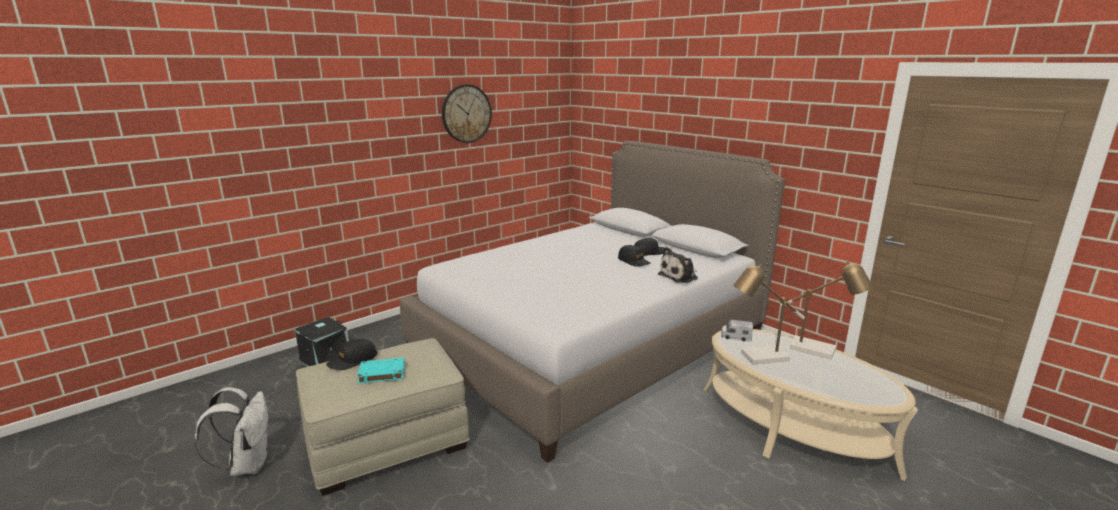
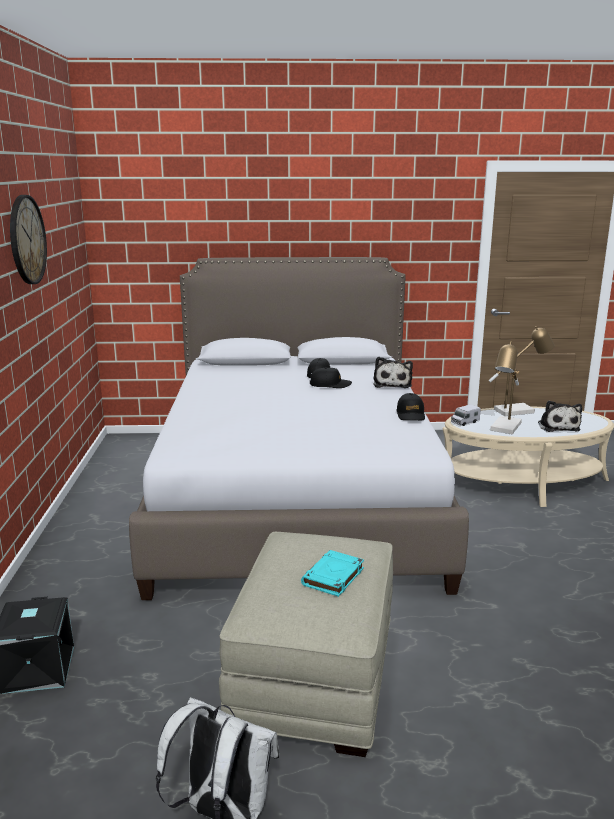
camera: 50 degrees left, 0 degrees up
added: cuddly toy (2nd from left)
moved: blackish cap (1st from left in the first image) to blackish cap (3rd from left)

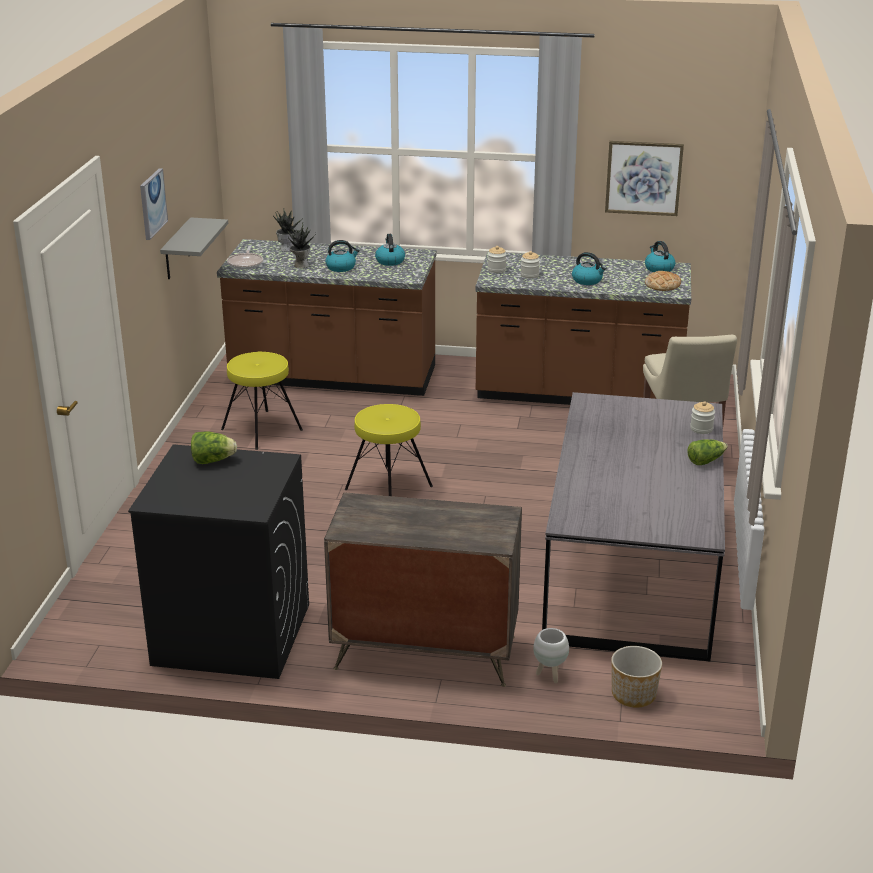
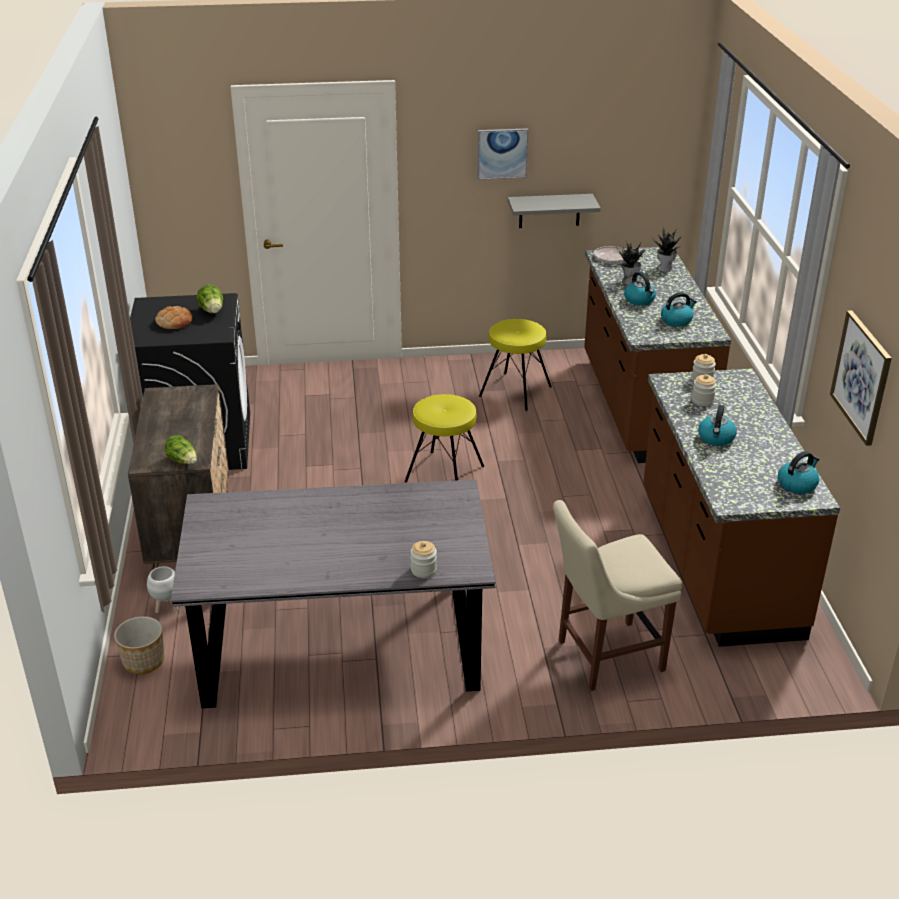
camera: 75 degrees right, 5 degrees up
moved: bakery bread; lettuce head (2nd from left in the first image) to lettuce head (1st from left)

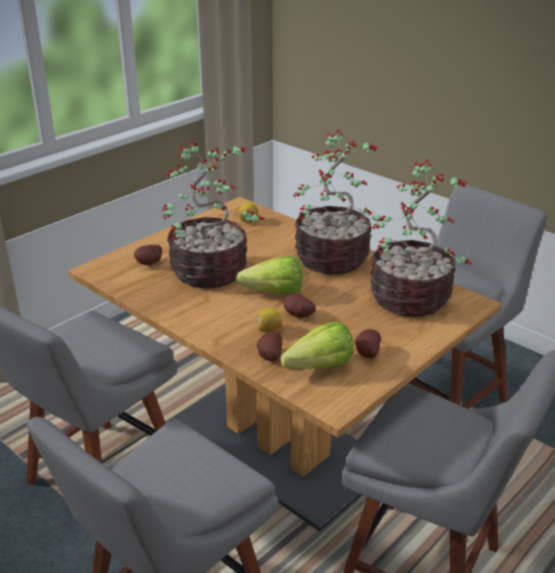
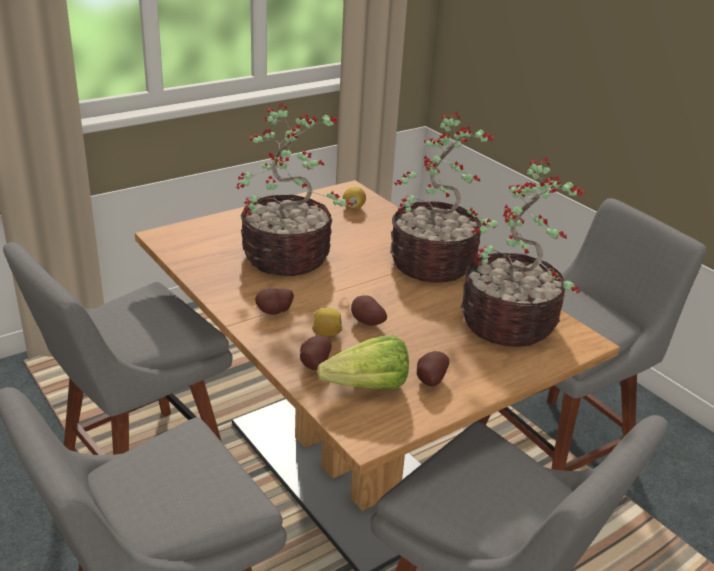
camera: 10 degrees right, 0 degrees up
removed: lettuce head (1st from left)
moved: potato (1st from left)

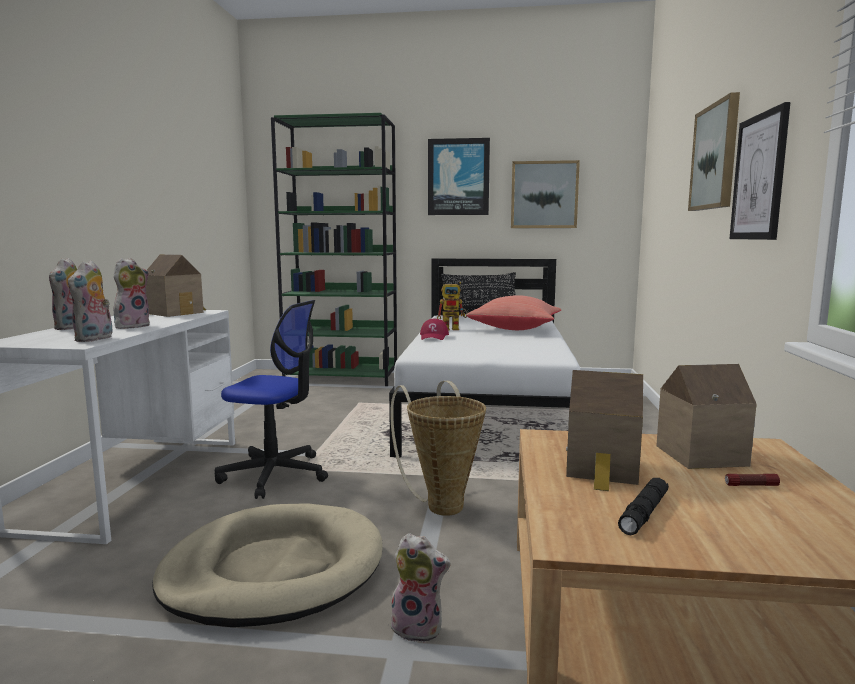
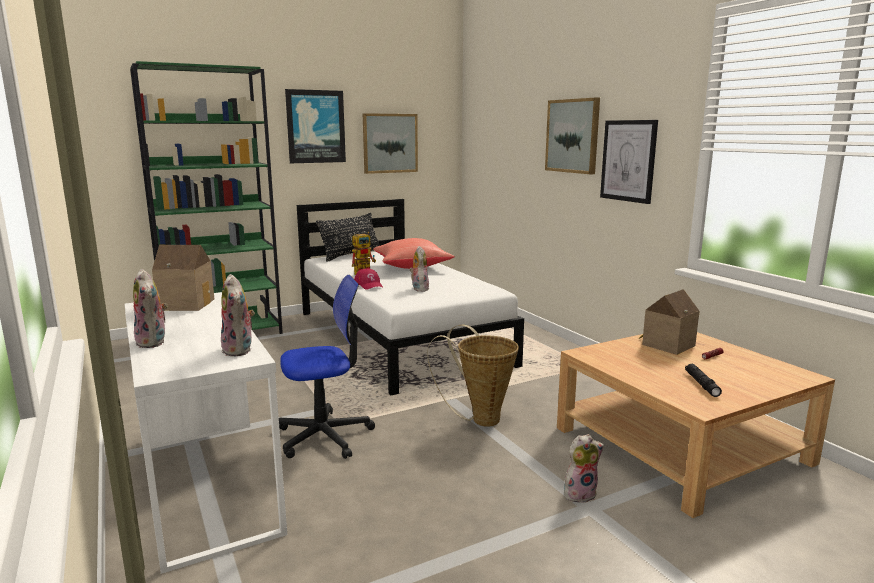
camera: 35 degrees left, 5 degrees up
removed: model house (2nd from left); beige-coloured pet bed
moved: cuddly toy (3rd from left)

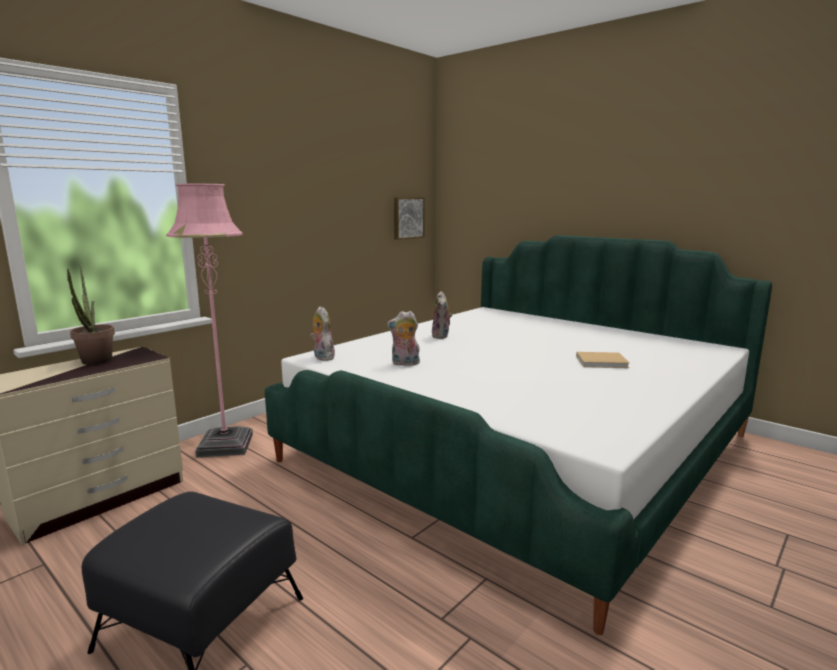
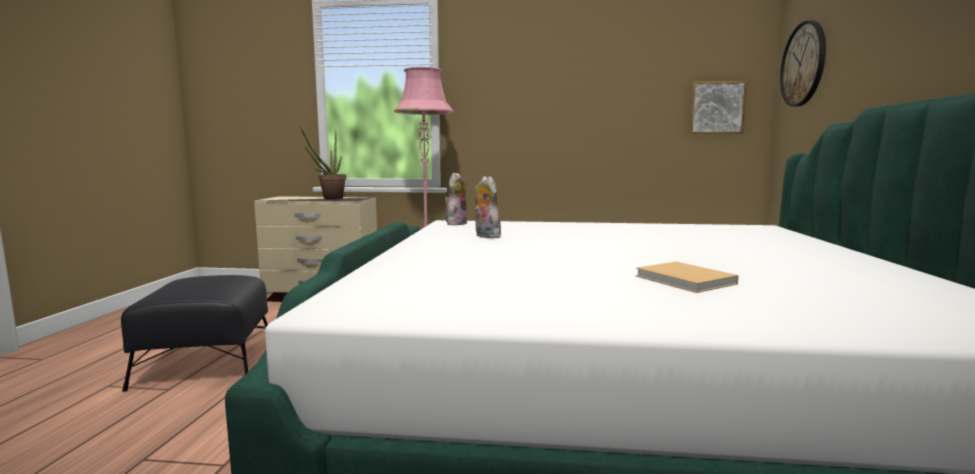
camera: 55 degrees right, 5 degrees down
removed: cuddly toy (3rd from left)
added: hanging clock

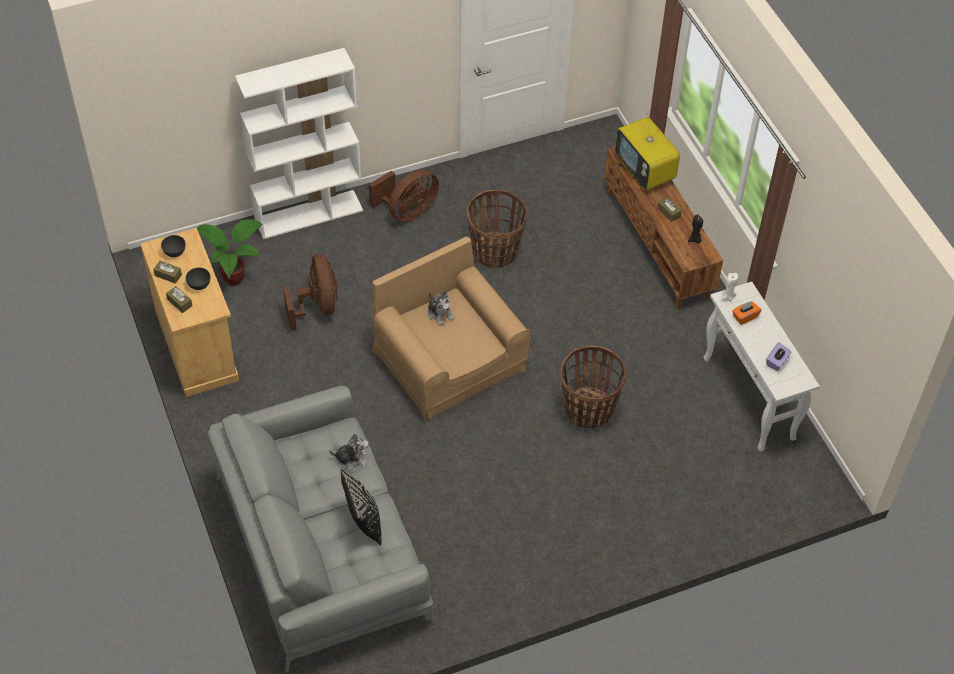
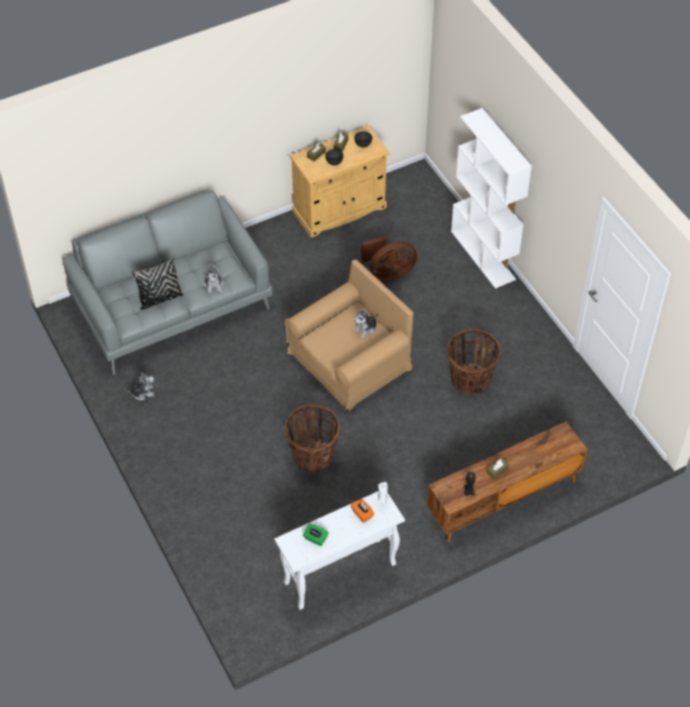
camera: 85 degrees right, 0 degrees up
removed: television; brownish fan (2nd from left); plant in a pot
added: cuddly toy (1st from left)
recoloured: purple-coloured tissue holder to green-coloured tissue holder

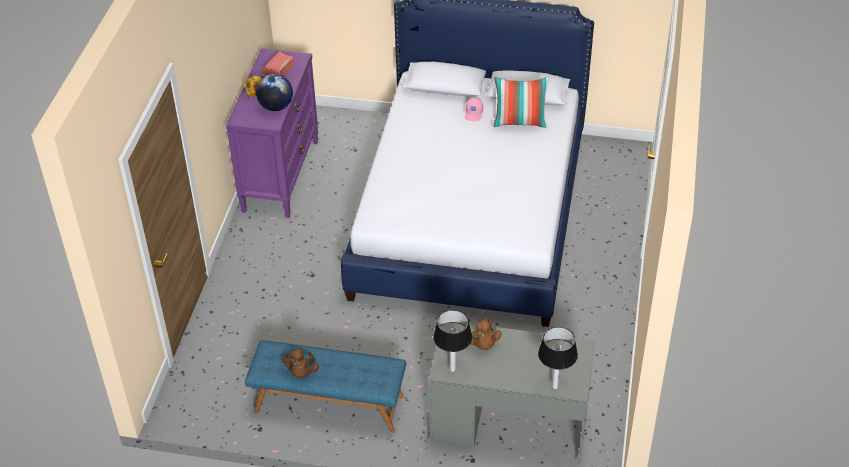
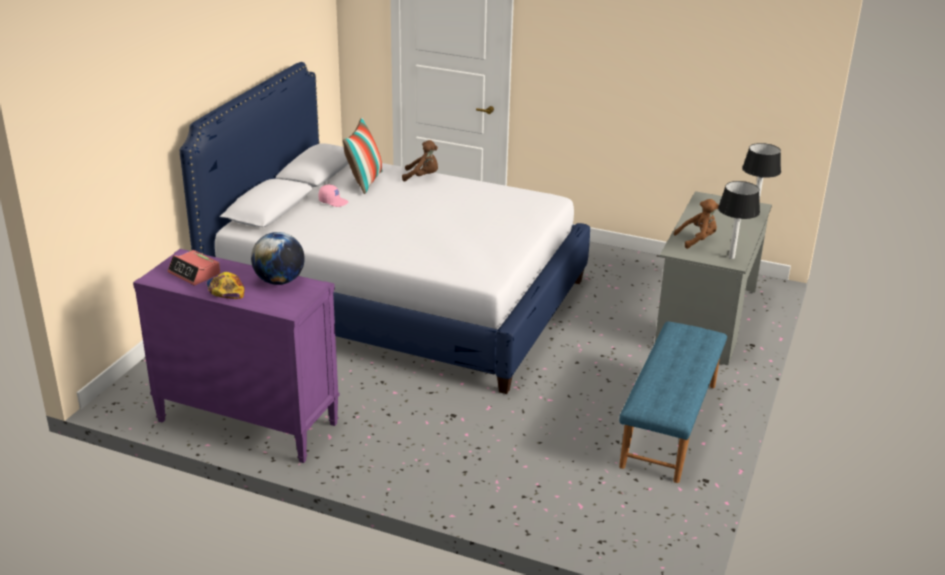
camera: 80 degrees left, 15 degrees down
moved: brownish cuddly toy (1st from left)

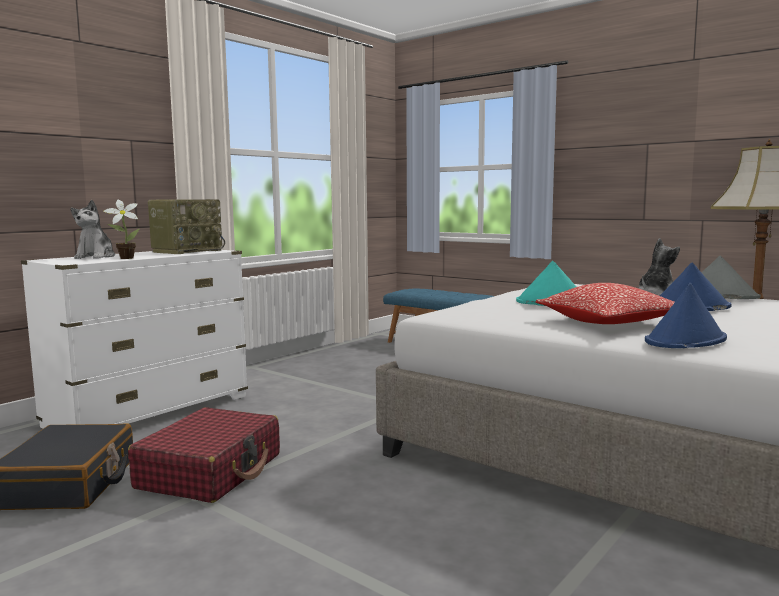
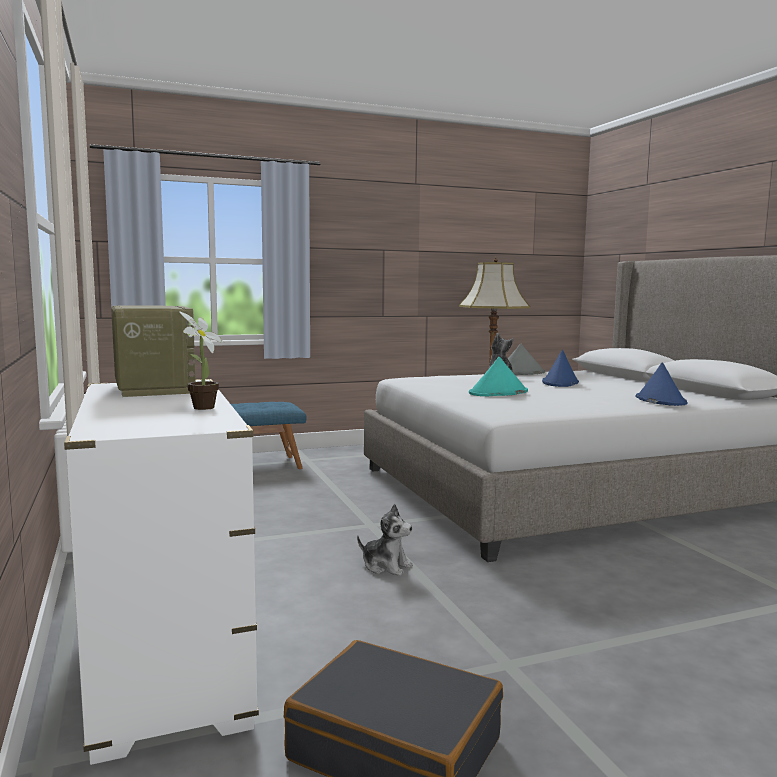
camera: 60 degrees left, 0 degrees up
removed: throw pillow; reddish piece of luggage
moved: cuddly toy (1st from left)

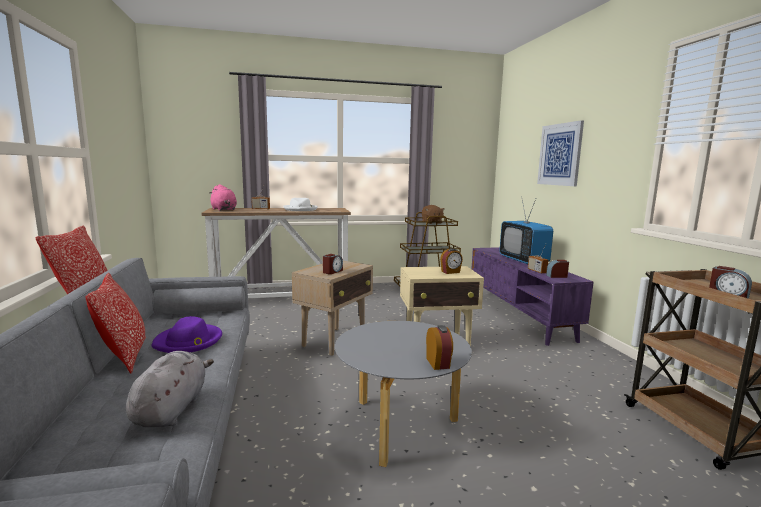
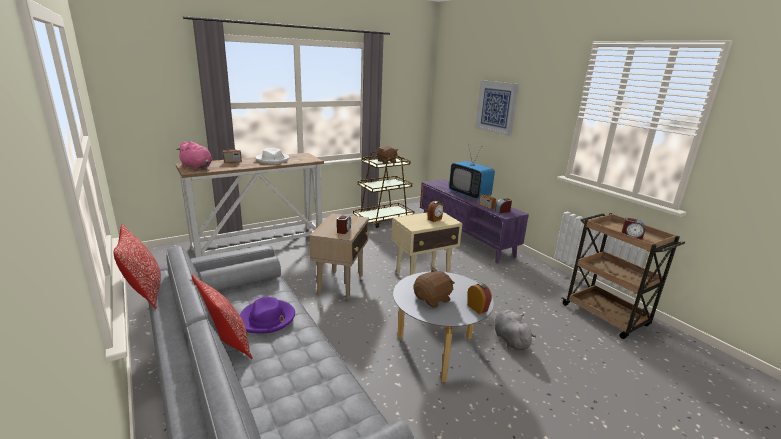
camera: 20 degrees left, 10 degrees up
added: brownish cuddly toy (2nd from left)
moved: grey cuddly toy

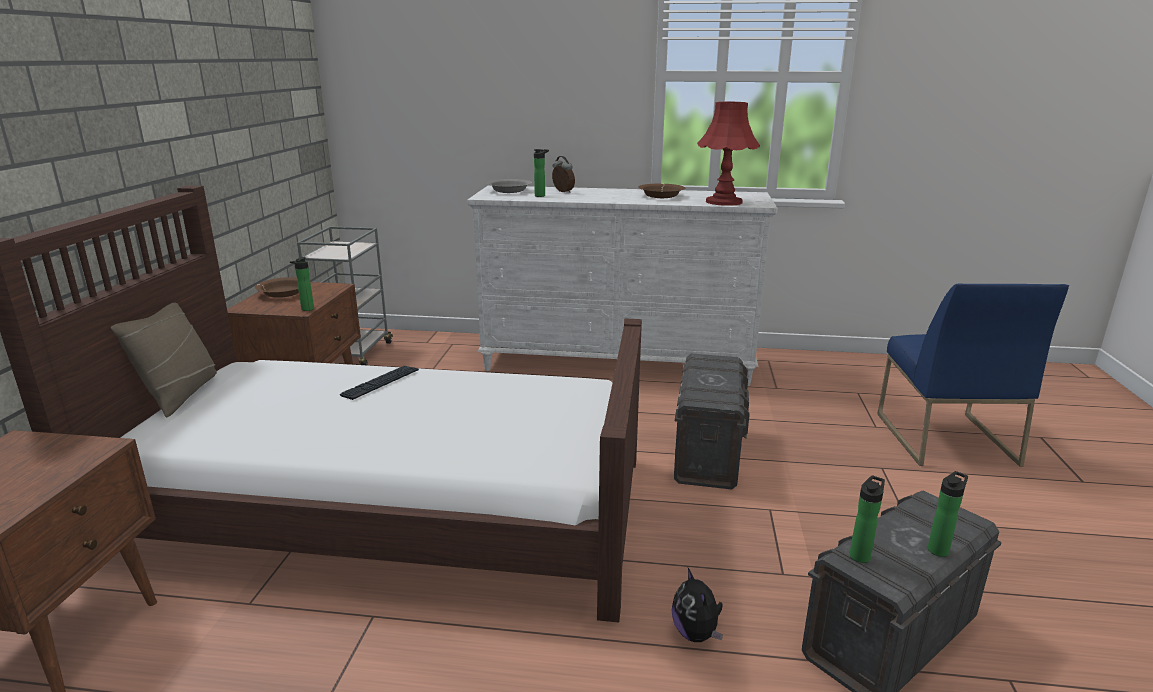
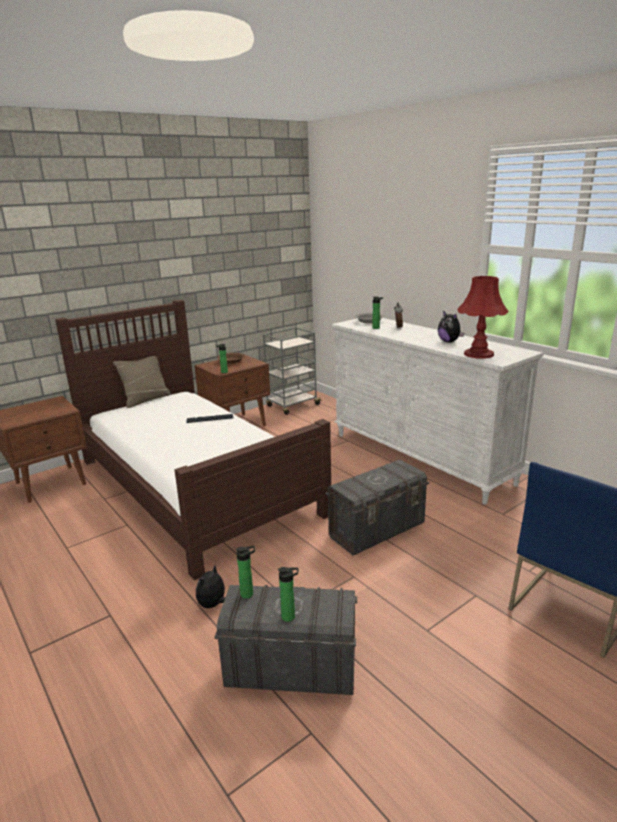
camera: 45 degrees right, 0 degrees up
replaced: brownish bowl (2nd from left) to cuddly toy (2nd from left)

